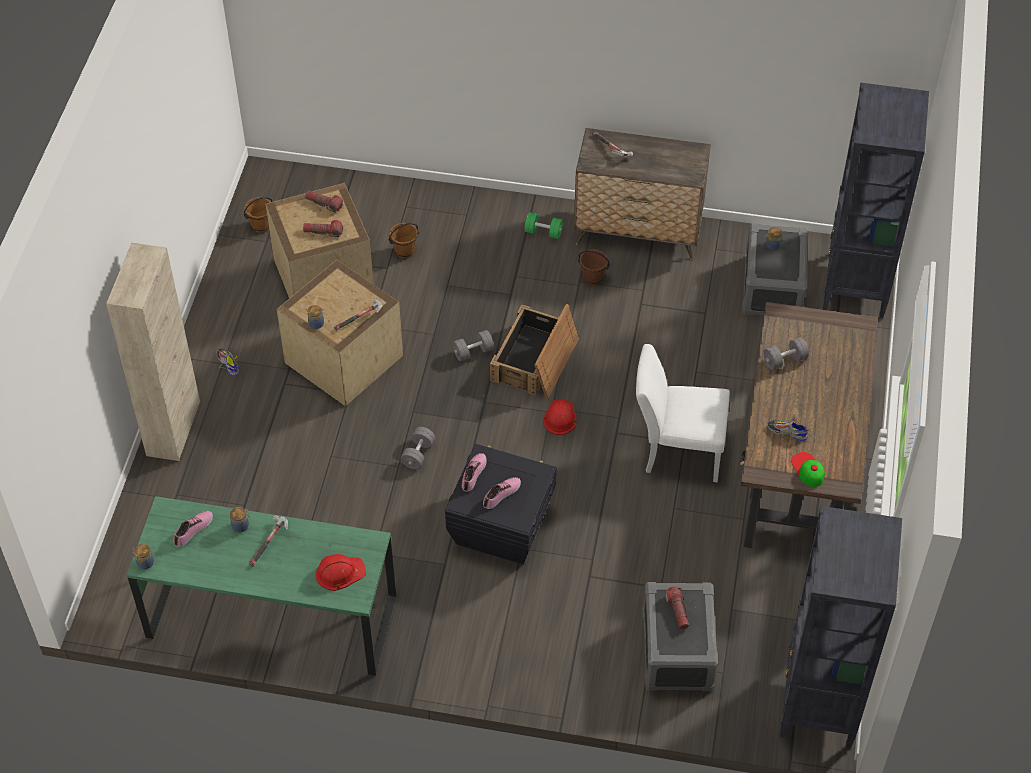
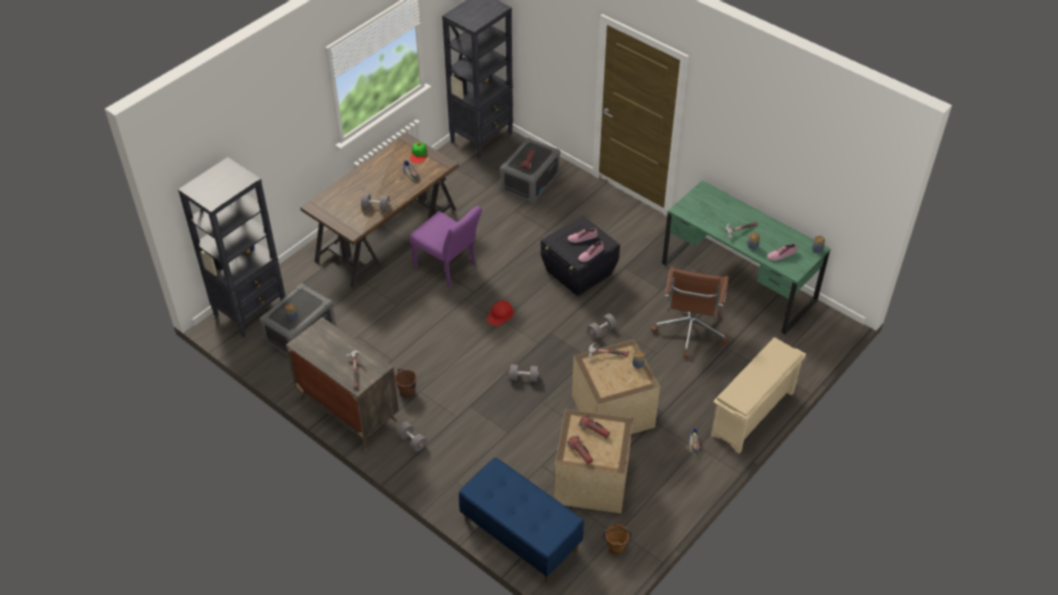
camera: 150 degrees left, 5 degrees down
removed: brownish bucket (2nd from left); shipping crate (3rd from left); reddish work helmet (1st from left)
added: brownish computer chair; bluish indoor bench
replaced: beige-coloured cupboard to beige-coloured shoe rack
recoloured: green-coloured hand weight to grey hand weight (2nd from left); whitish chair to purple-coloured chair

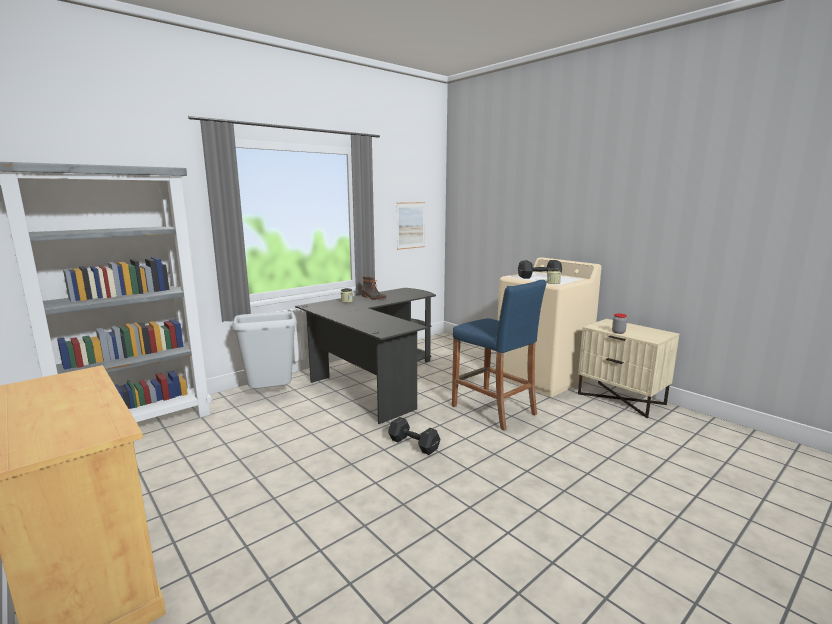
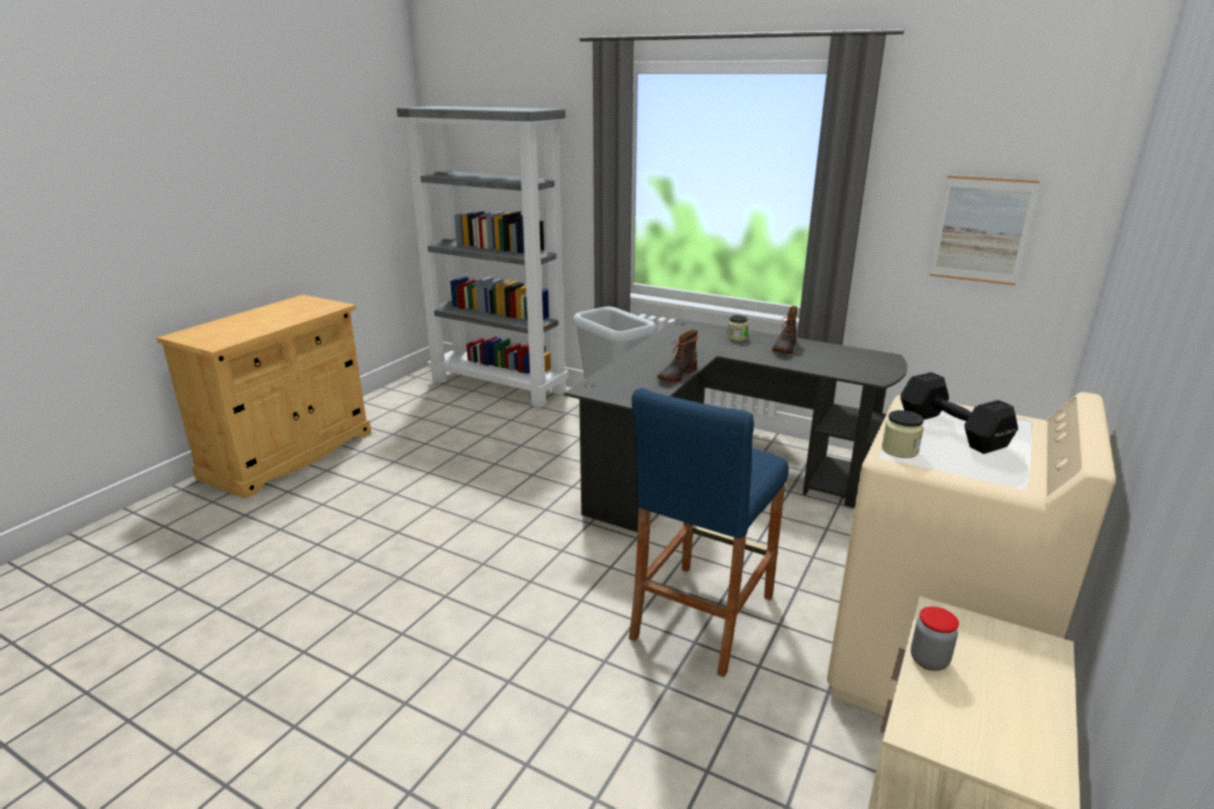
camera: 70 degrees right, 10 degrees up
removed: blackish hand weight (1st from left)
added: high-top boot (1st from left)

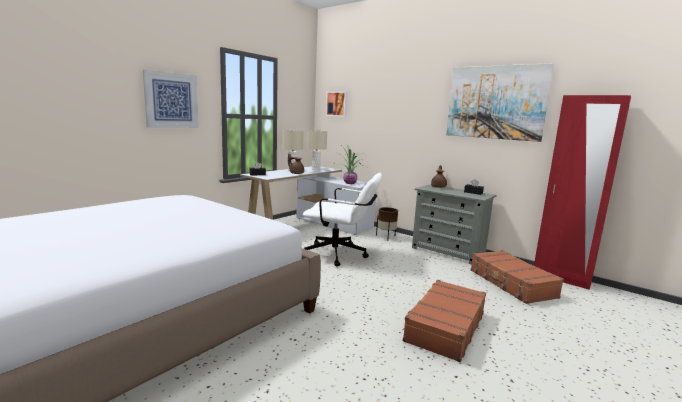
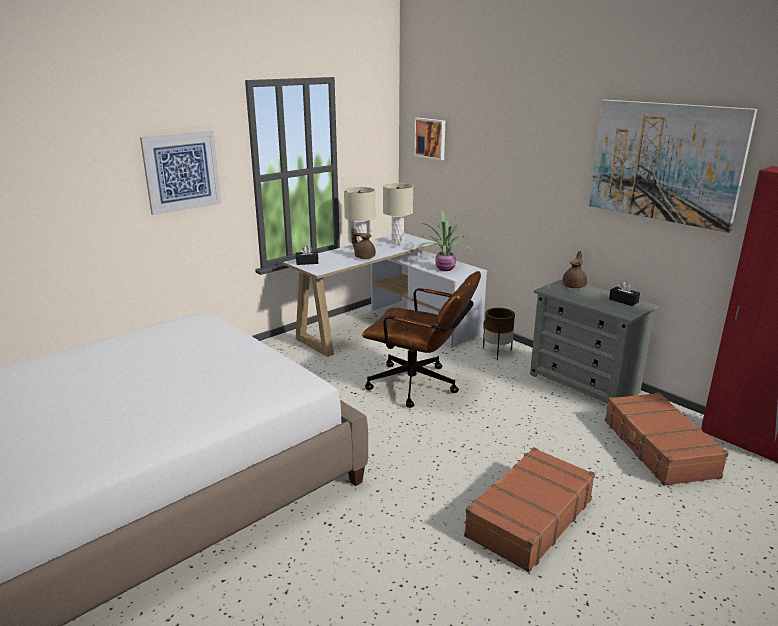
camera: 10 degrees right, 10 degrees up
recoloured: whitish computer chair to brownish computer chair

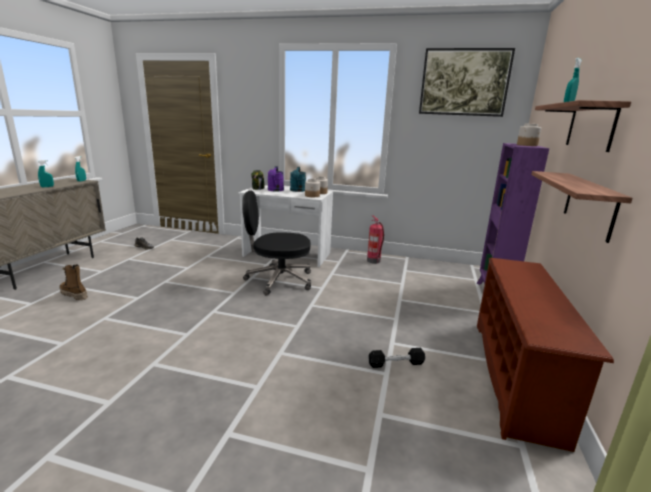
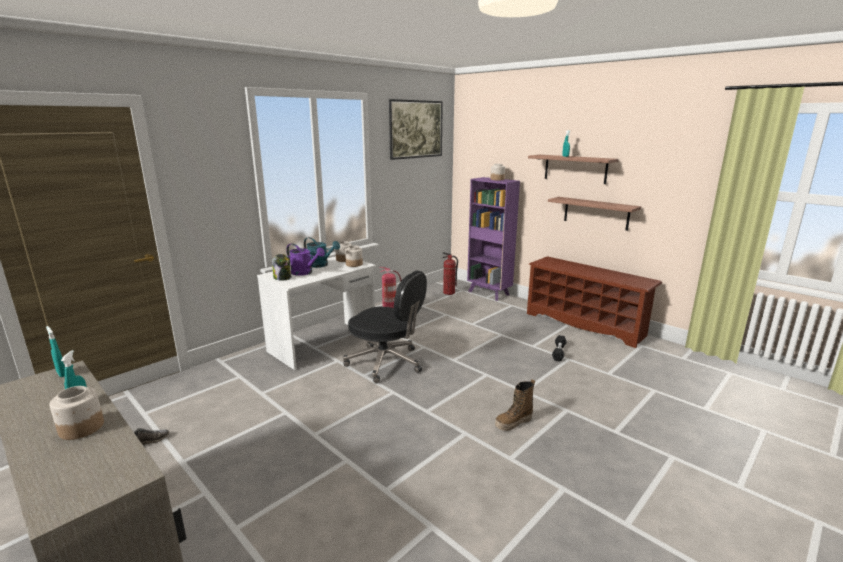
camera: 60 degrees left, 0 degrees up
added: extinguisher (2nd from left); jar (1st from left)
moved: high-top boot
turned: blackish computer chair 90 degrees counterclockwise

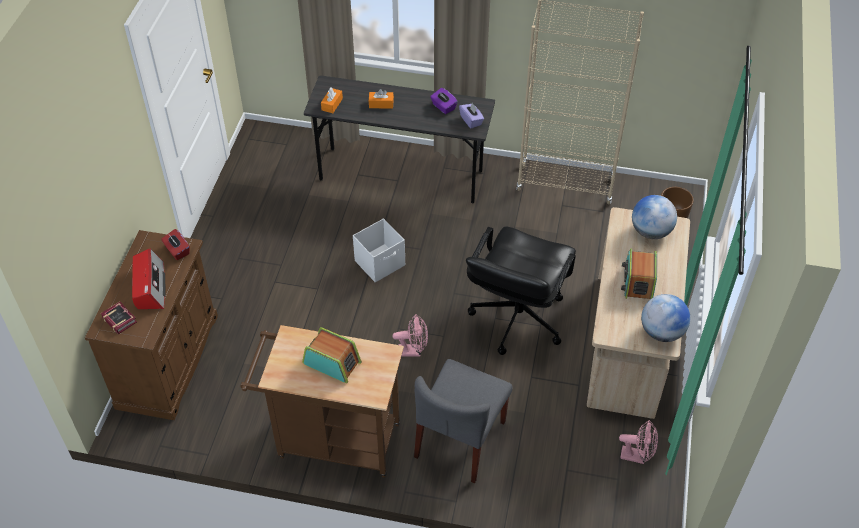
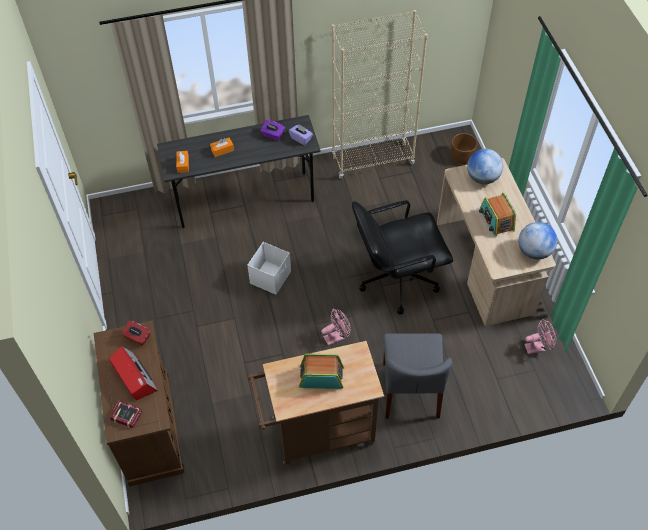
camera: 25 degrees left, 5 degrees up
turned: blackish computer chair 75 degrees clockwise

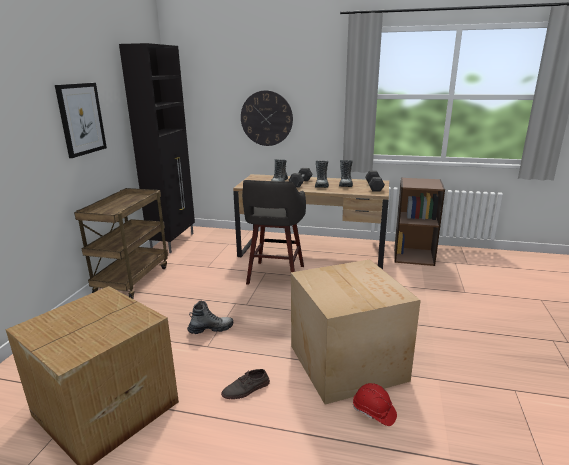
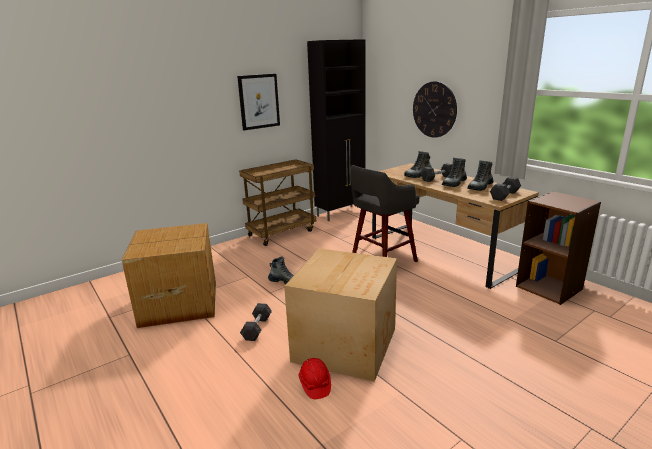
camera: 40 degrees right, 0 degrees up
replaced: grey low shoe to grey hand weight (1st from left)

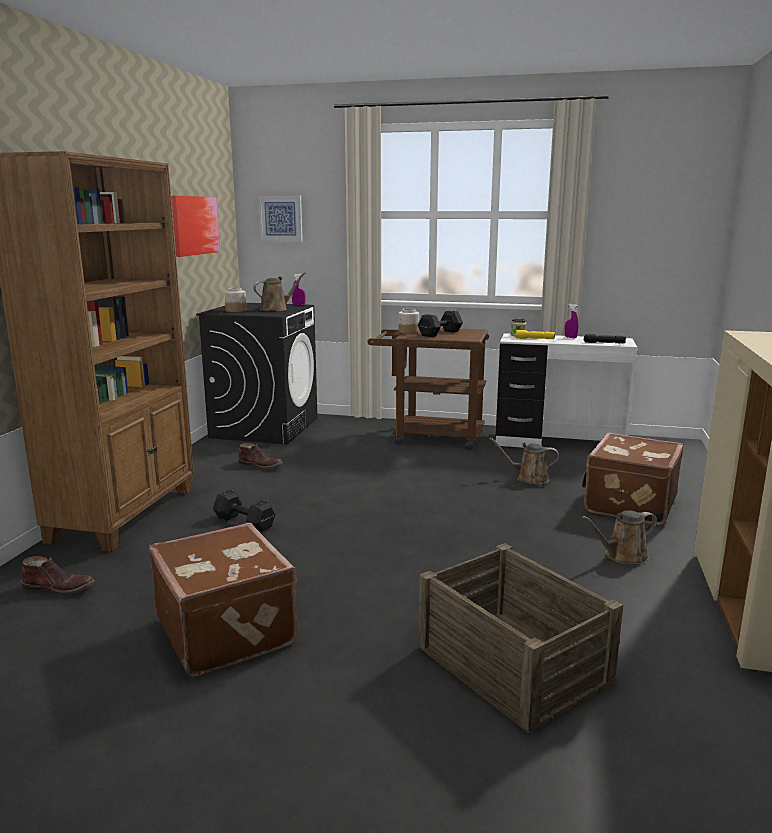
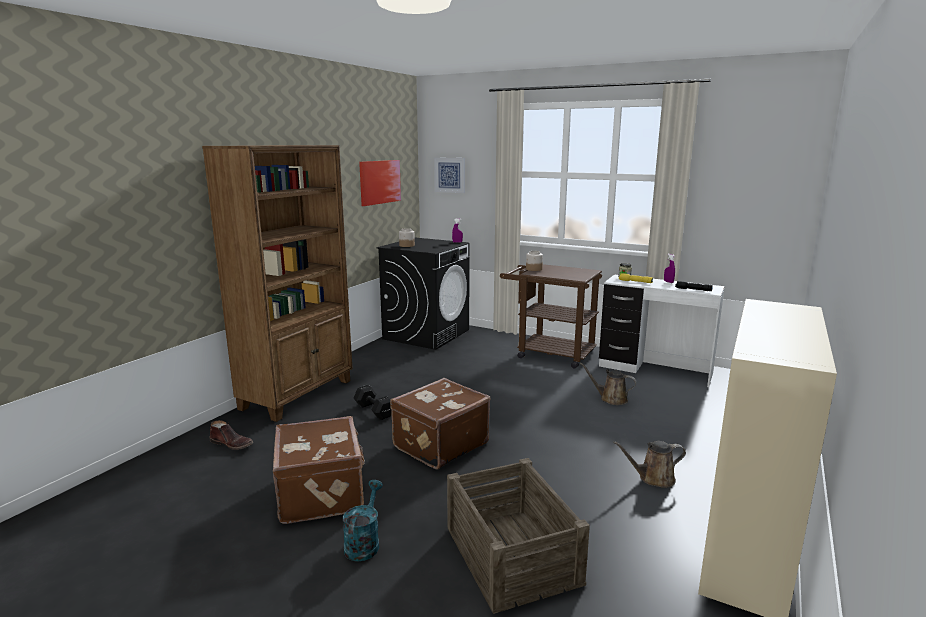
camera: 15 degrees right, 0 degrees up
removed: brownish sprinkling can (1st from left); blackish hand weight (2nd from left); brownish high-top boot (2nd from left)
added: turquoise-coloured sprinkling can
moved: brownish piece of luggage (2nd from left)

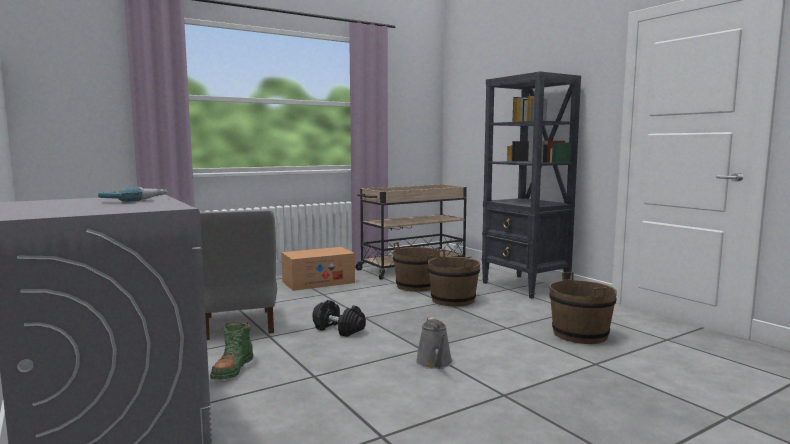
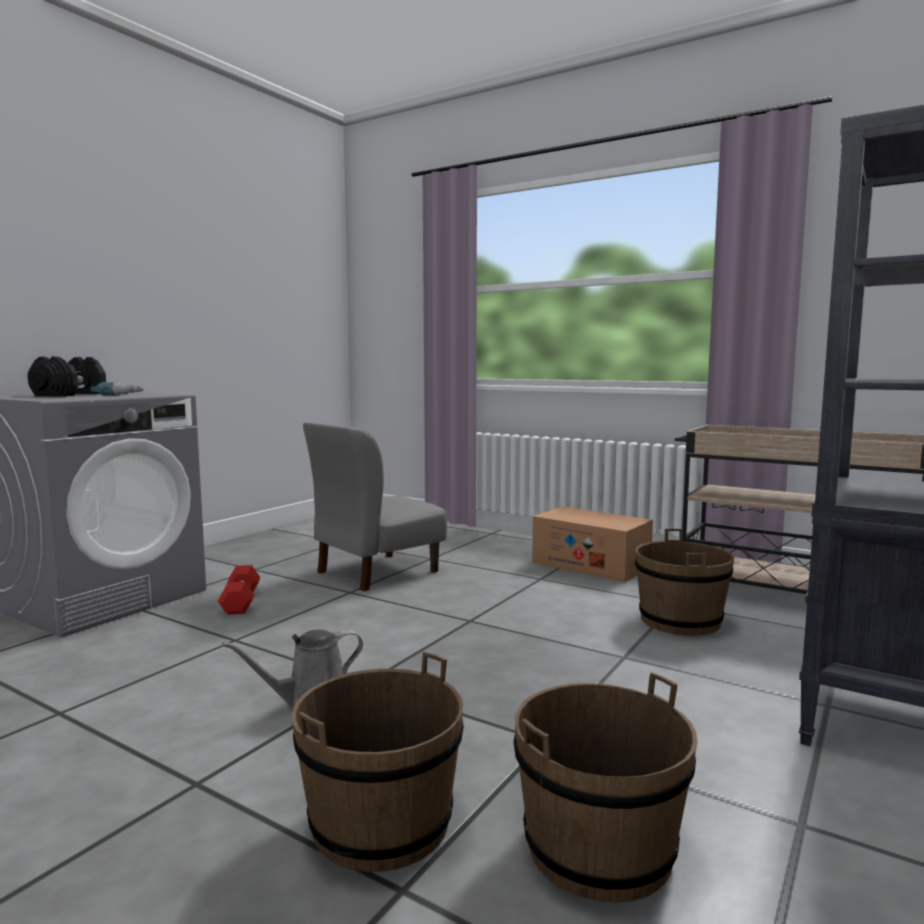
camera: 65 degrees right, 0 degrees up
moved: brownish bucket (2nd from left in the first image) to brownish bucket (1st from left); blackish hand weight
replaced: green-coloured high-top boot to reddish hand weight

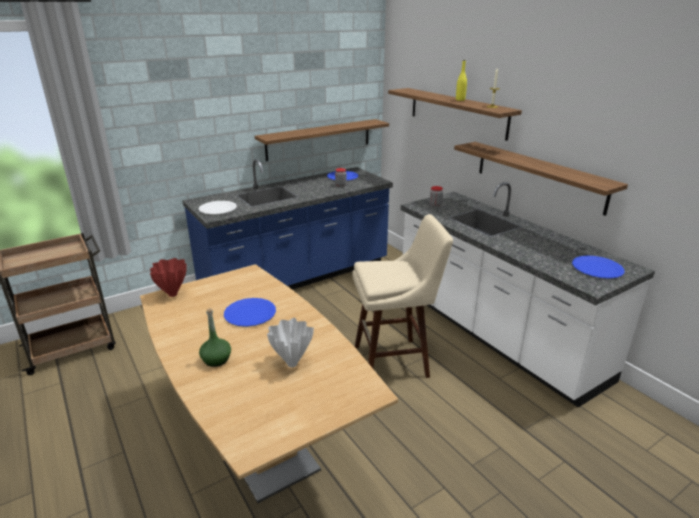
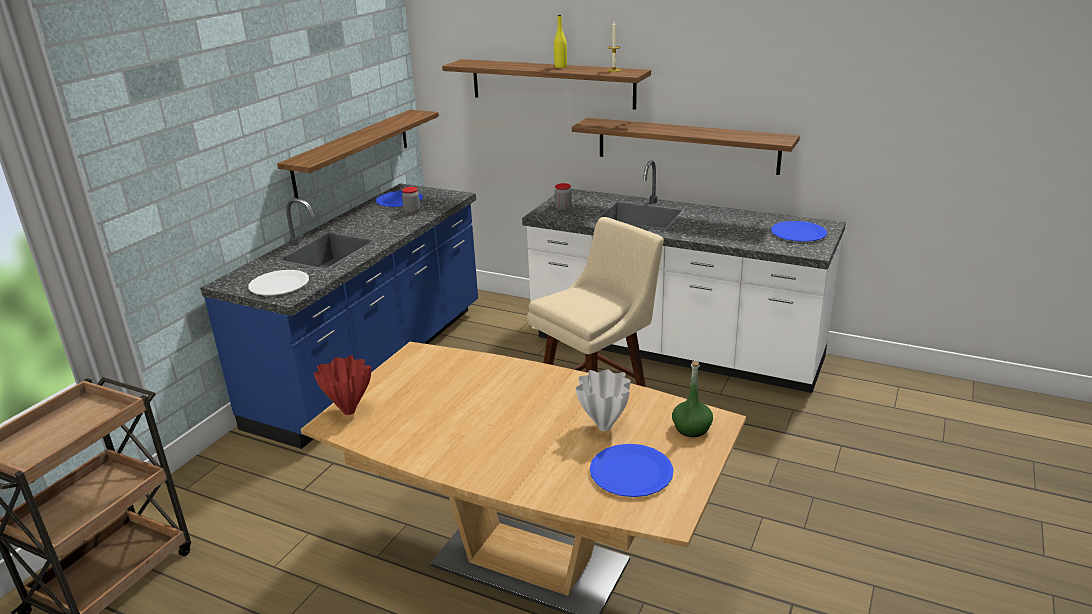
camera: 30 degrees left, 0 degrees up
moved: bluish flat dish (1st from left in the first image) to bluish flat dish (2nd from left); green-coloured beverage bottle

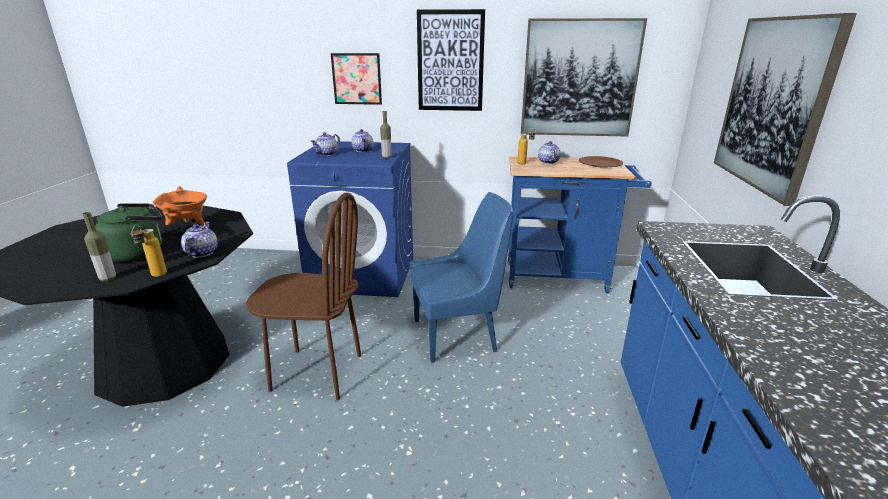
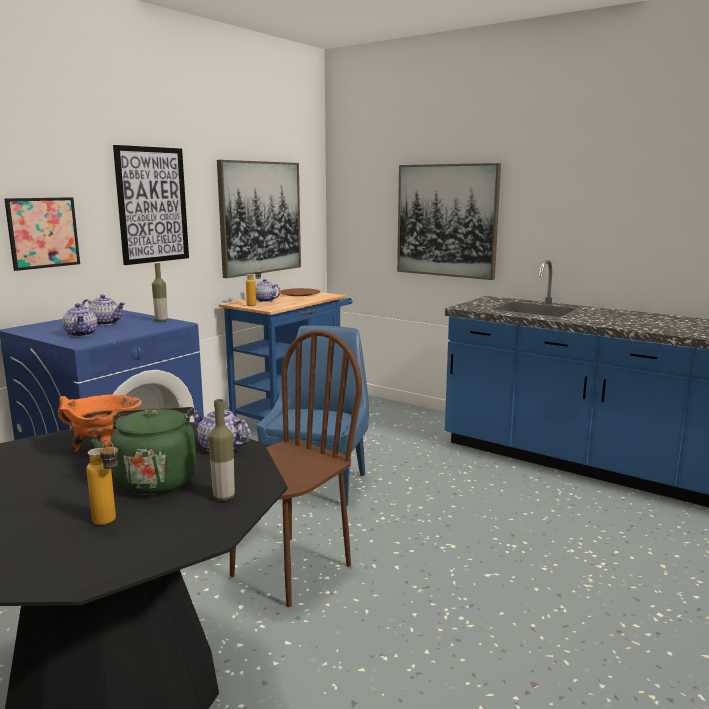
camera: 60 degrees left, 10 degrees down
moved: beverage bottle (2nd from left in the first image) to beverage bottle (1st from left)

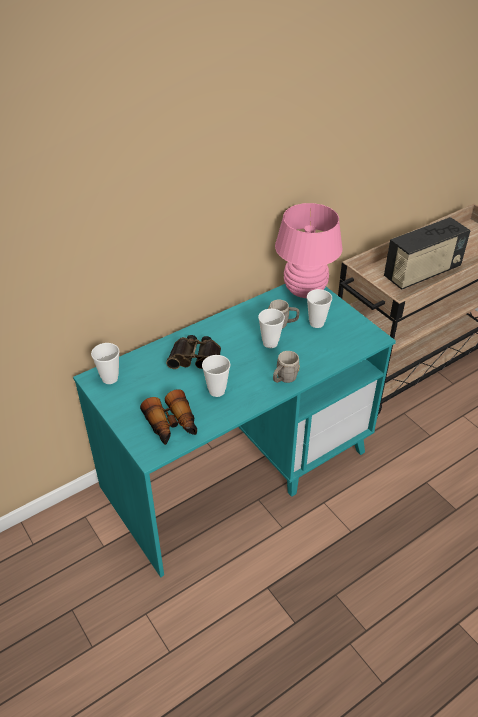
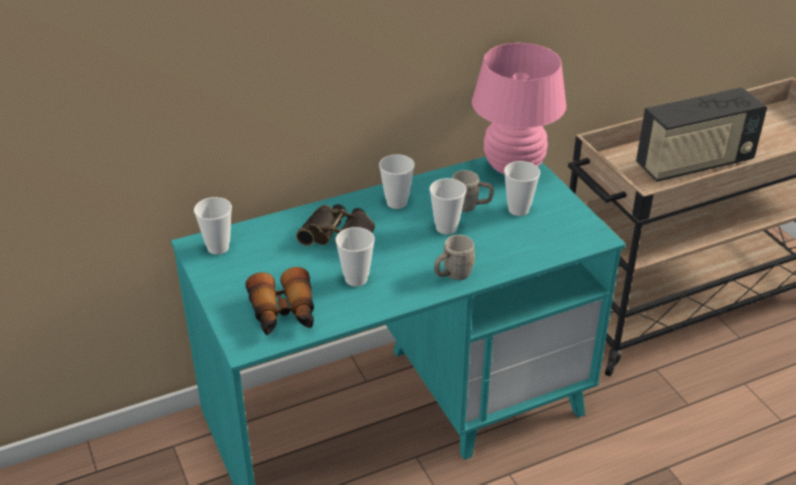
camera: 10 degrees right, 5 degrees down
added: cup (3rd from left)

